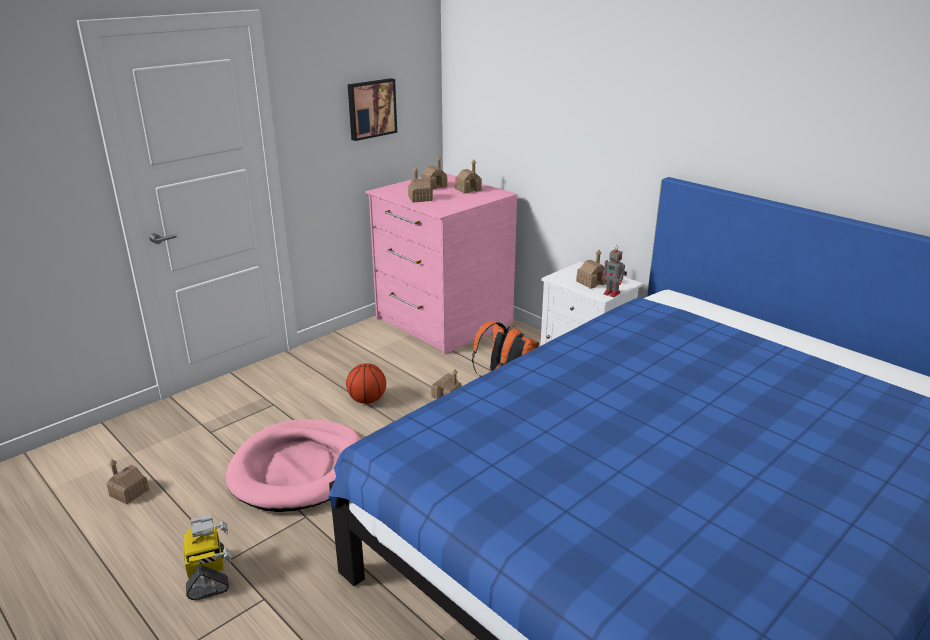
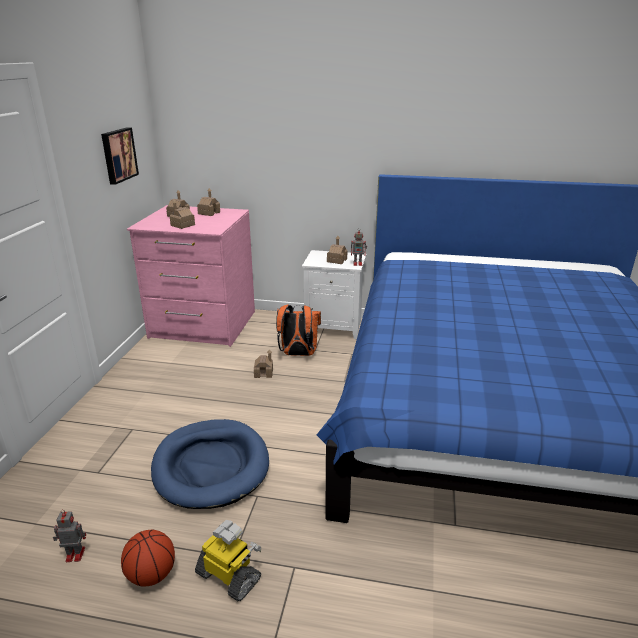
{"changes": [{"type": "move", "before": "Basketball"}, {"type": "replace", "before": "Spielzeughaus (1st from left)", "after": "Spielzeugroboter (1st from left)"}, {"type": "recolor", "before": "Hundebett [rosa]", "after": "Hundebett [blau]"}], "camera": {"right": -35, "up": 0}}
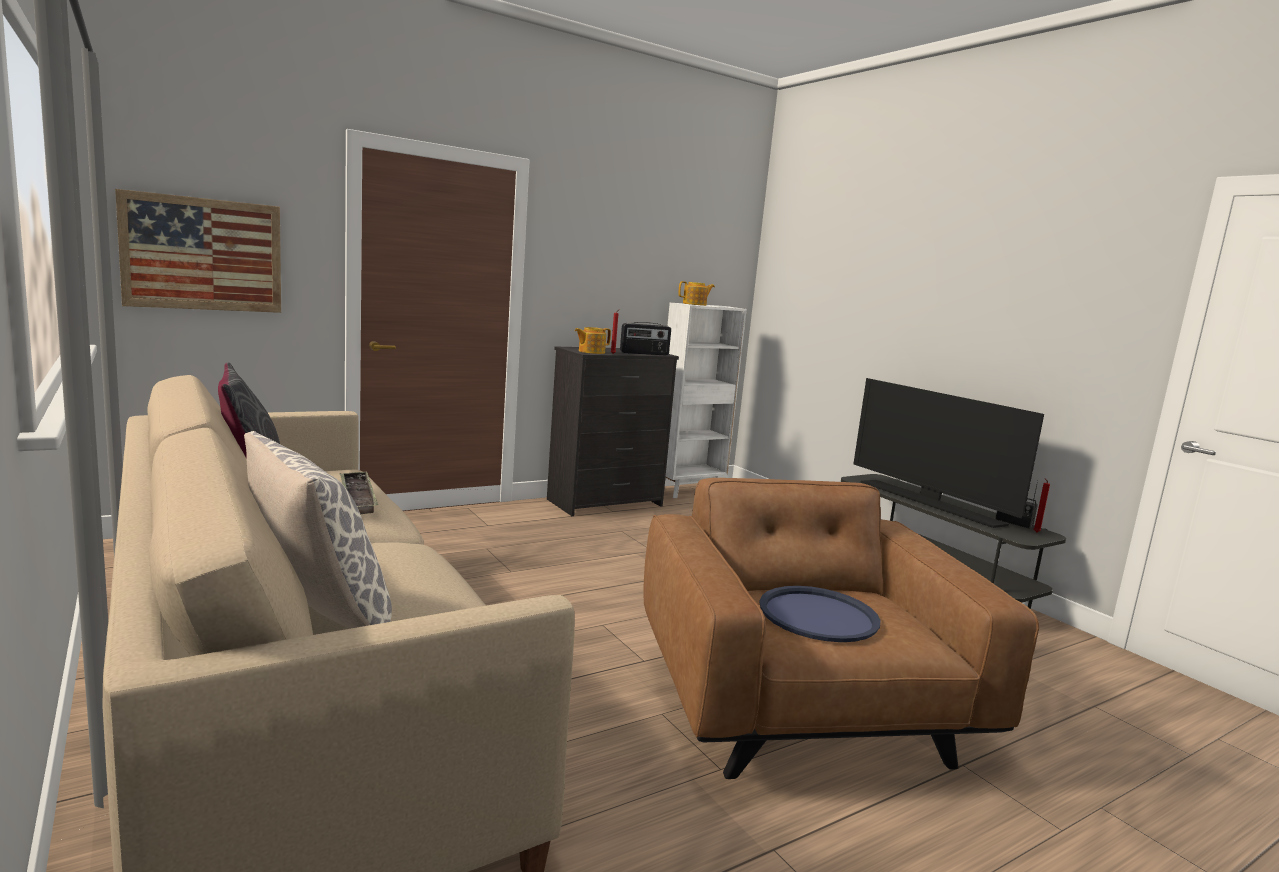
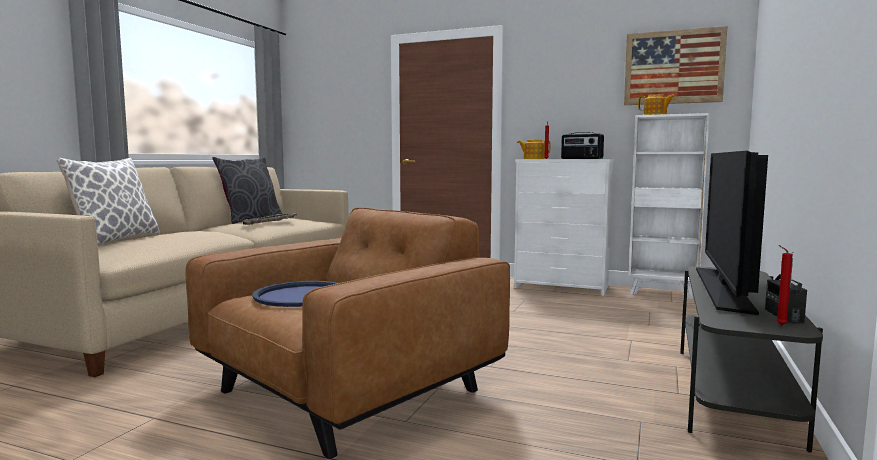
{"changes": [{"type": "move", "before": "Bild"}, {"type": "recolor", "before": "Kommode [schwarz]", "after": "Kommode [weiß]"}], "camera": {"right": 55, "up": -5}}
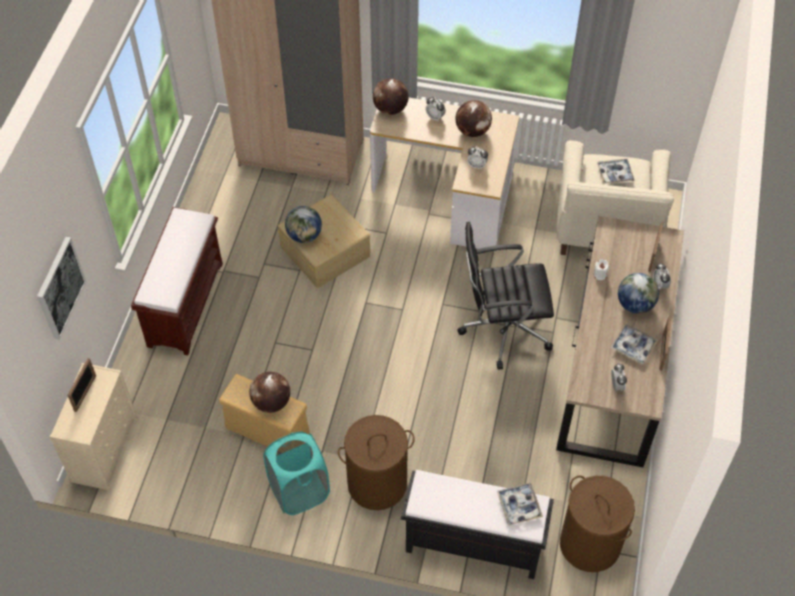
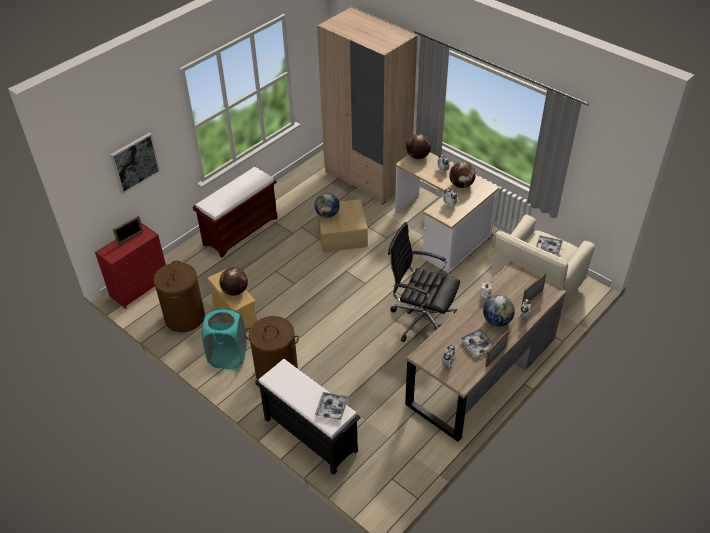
{"changes": [{"type": "move", "before": "Wäschekorb [braun] (2nd from left in the first image)", "after": "Wäschekorb [braun] (1st from left)"}, {"type": "recolor", "before": "Kommode [beige]", "after": "Kommode [rot]"}], "camera": {"right": 30, "up": -10}}
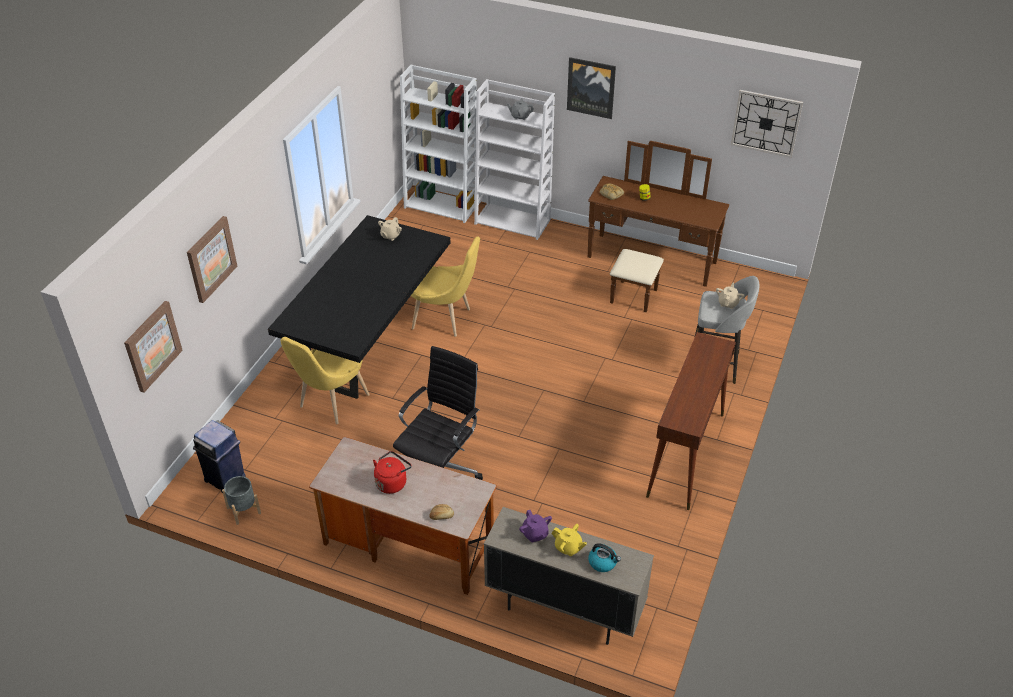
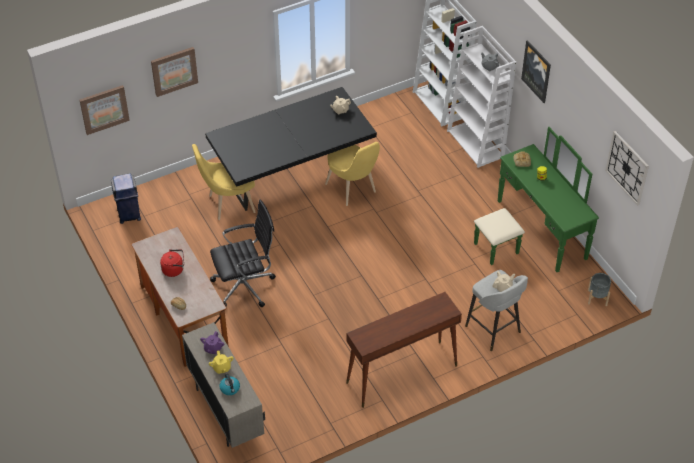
{"changes": [{"type": "move", "before": "Pflanzkübel [grau]"}, {"type": "recolor", "before": "Kommode [braun]", "after": "Kommode [grün]"}], "camera": {"right": 40, "up": 5}}
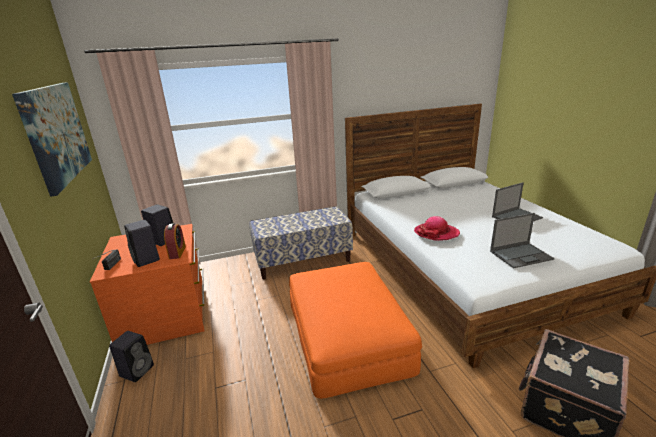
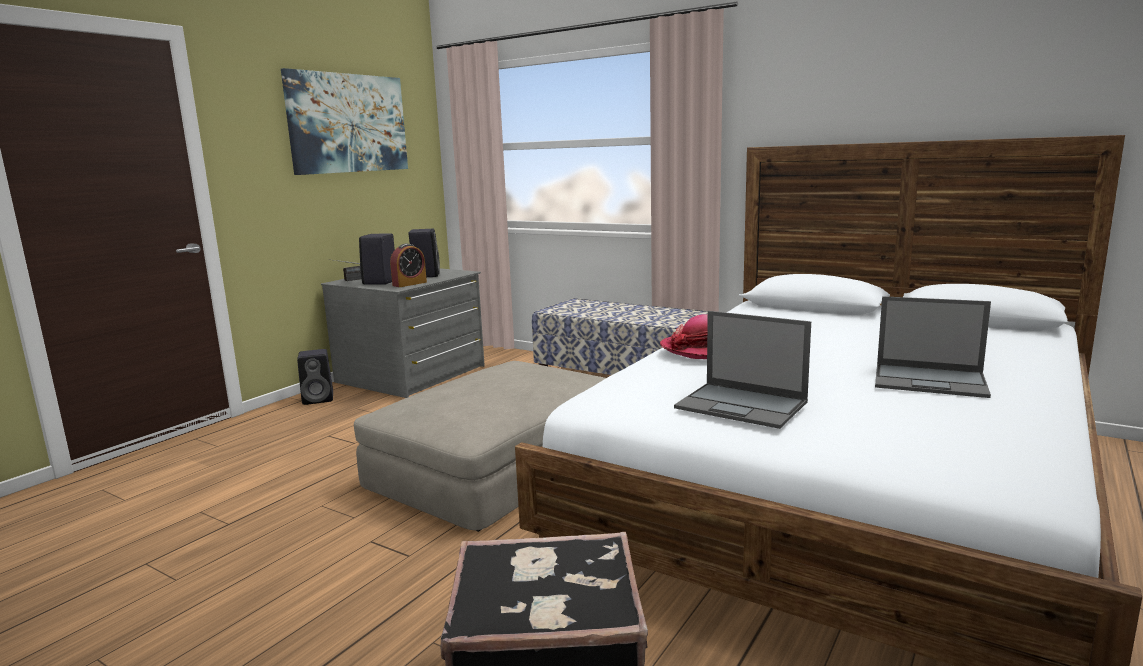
{"changes": [{"type": "recolor", "before": "Kommode [orange]", "after": "Kommode [grau]"}, {"type": "recolor", "before": "Polsterhocker [orange]", "after": "Polsterhocker [beige]"}], "camera": {"right": 50, "up": -10}}
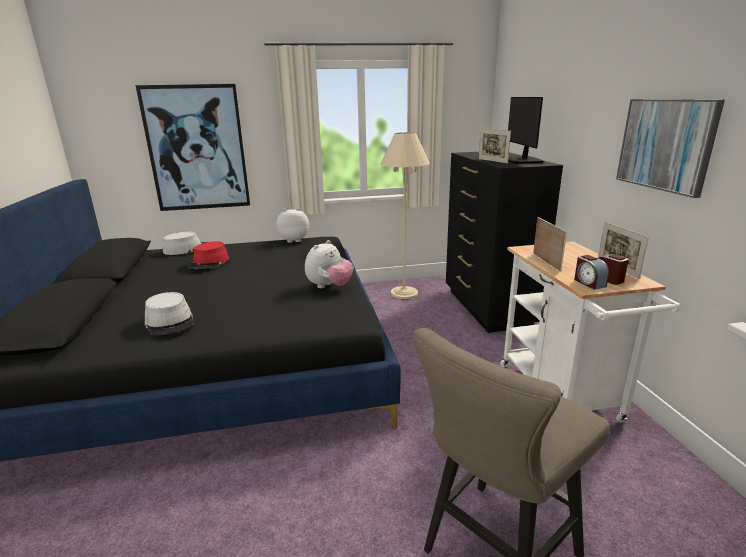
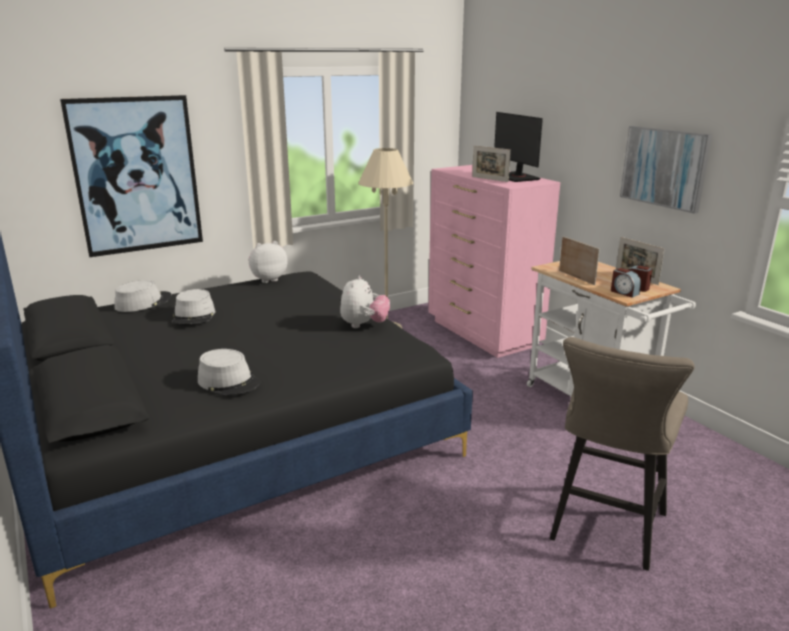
{"changes": [{"type": "recolor", "before": "Hut [rot]", "after": "Hut [grau] (2nd from left)"}, {"type": "recolor", "before": "Kommode [schwarz]", "after": "Kommode [rosa]"}], "camera": {"right": -20, "up": 0}}
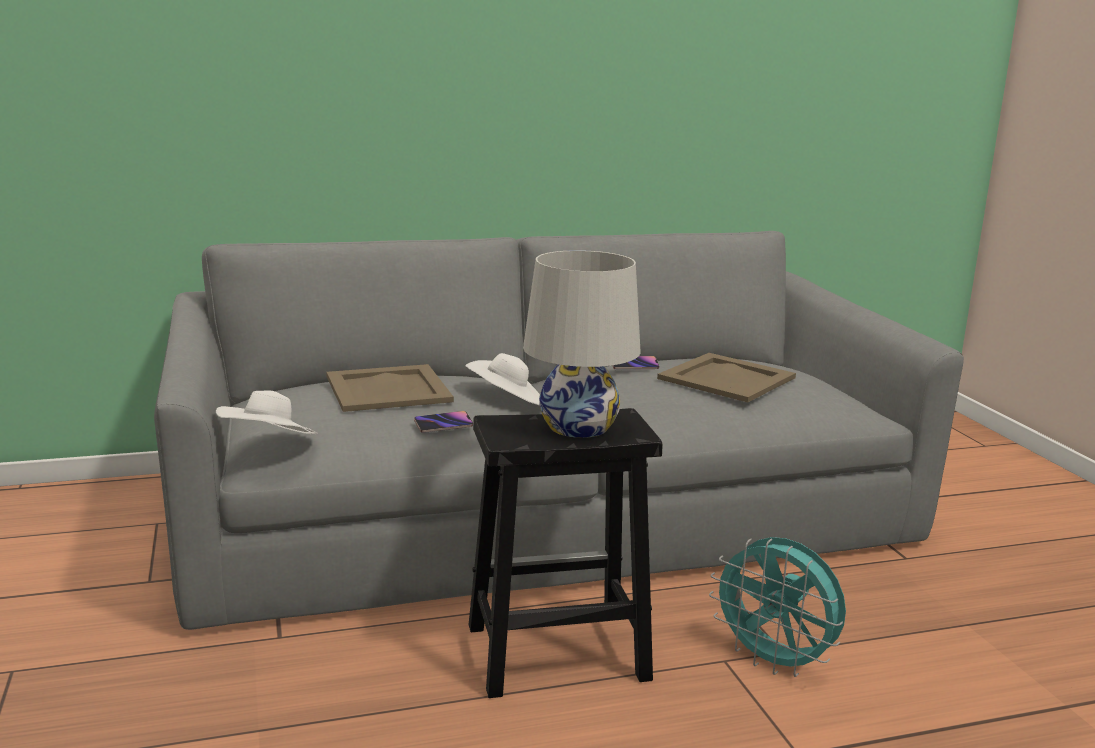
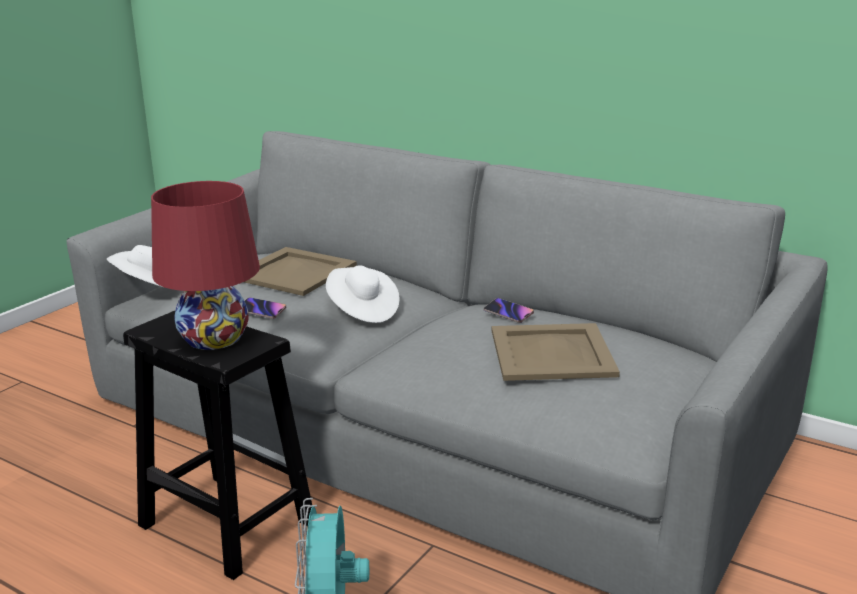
{"changes": [{"type": "recolor", "before": "Tischlampe [weiß]", "after": "Tischlampe [rot]"}], "camera": {"right": 50, "up": 5}}
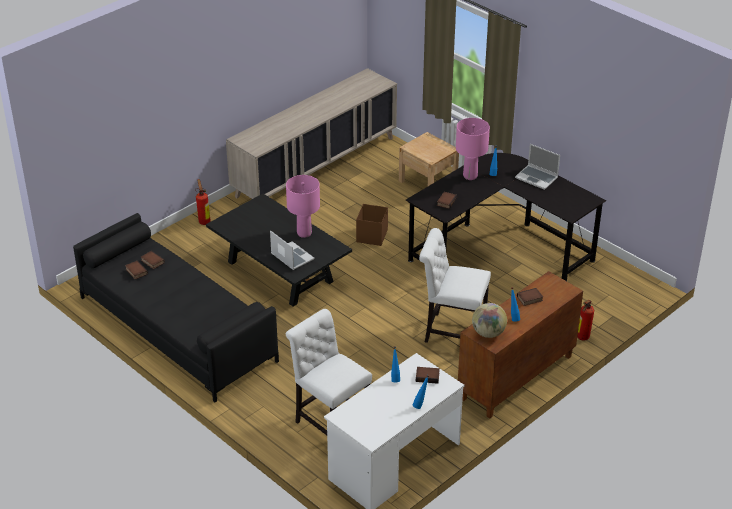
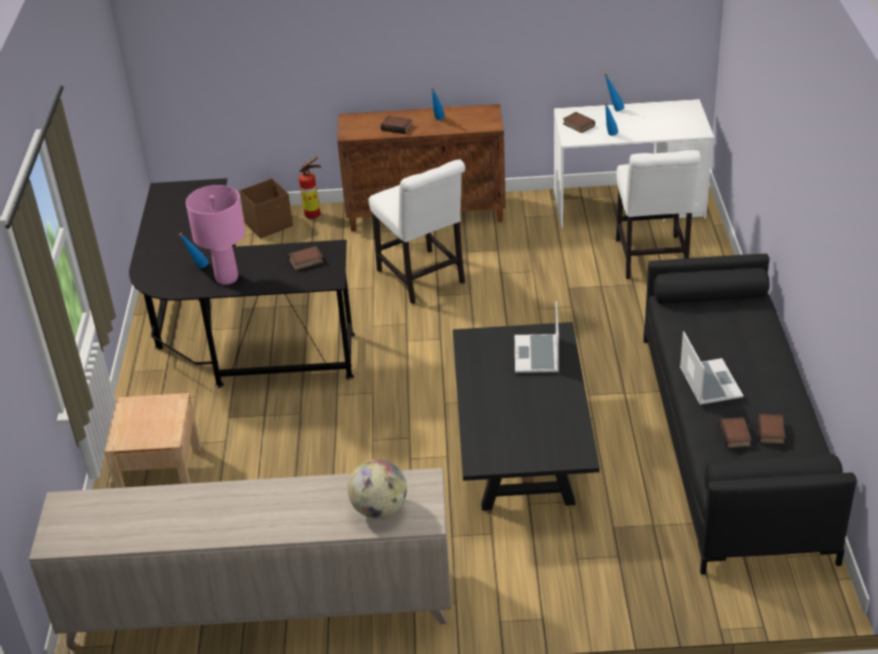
{"changes": [{"type": "delete", "before": "Feuerlöscher (1st from left)"}, {"type": "delete", "before": "Tischlampe [rosa] (1st from left)"}, {"type": "move", "before": "Aufbewahrungsbox [braun]"}, {"type": "move", "before": "Globus"}, {"type": "move", "before": "Laptop (2nd from left)"}], "camera": {"right": -135, "up": 0}}
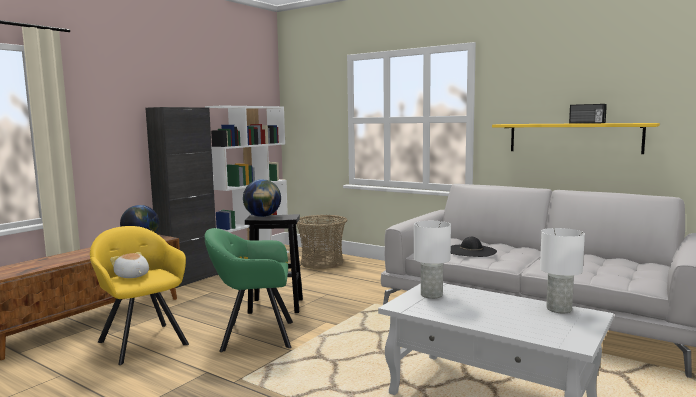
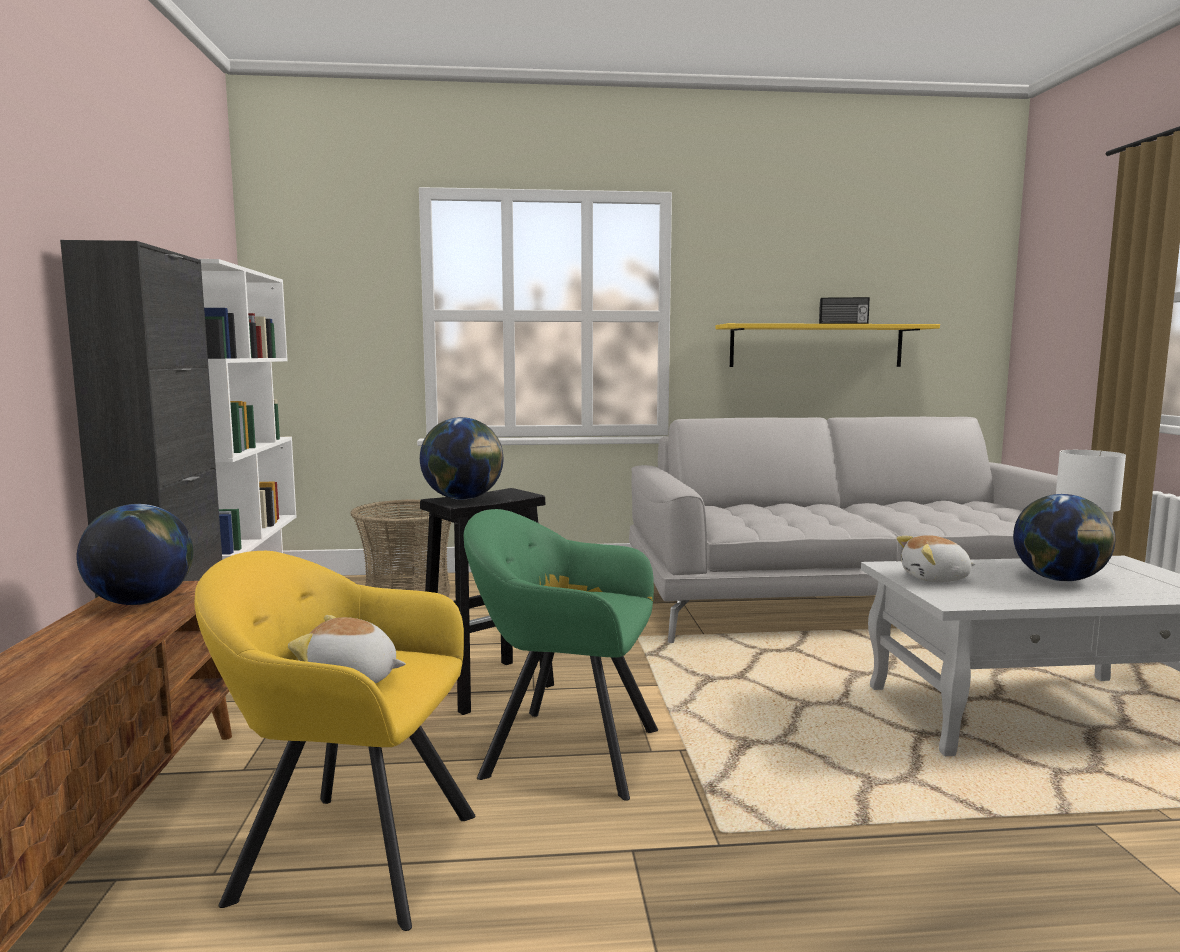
{"changes": [{"type": "delete", "before": "Hut [schwarz]"}, {"type": "insert", "after": "Globus (3rd from left)"}, {"type": "replace", "before": "Tischlampe [weiß] (1st from left)", "after": "Plüschtier (2nd from left)"}, {"type": "rotate", "before": "Sessel [grün]", "turn": 60}], "camera": {"right": -40, "up": 0}}
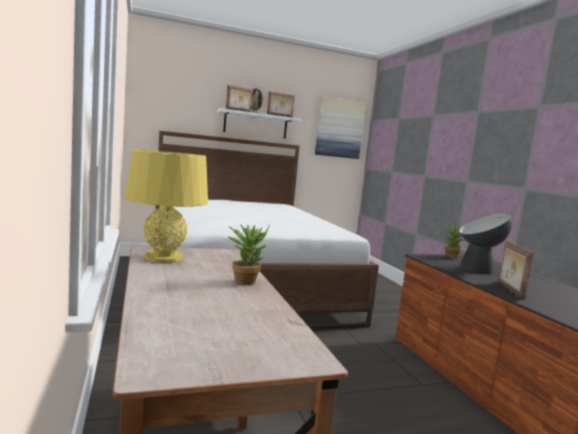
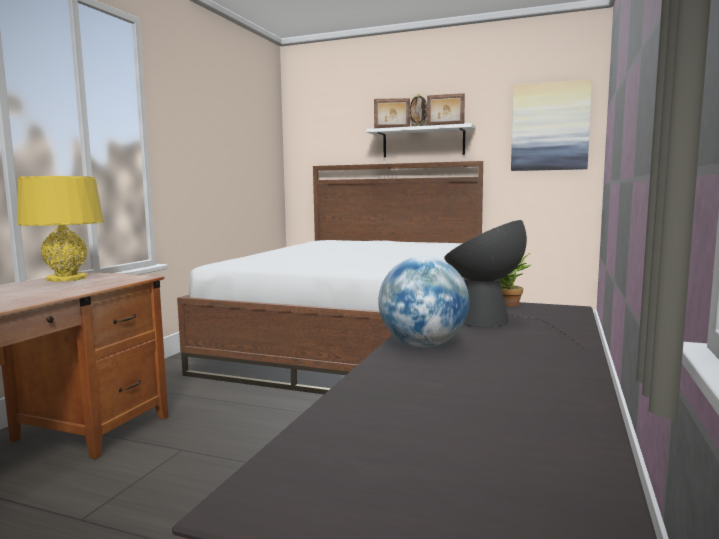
{"changes": [{"type": "delete", "before": "Topfpflanze (1st from left)"}, {"type": "replace", "before": "Bilderrahmen (4th from left)", "after": "Globus"}], "camera": {"right": 40, "up": 0}}
